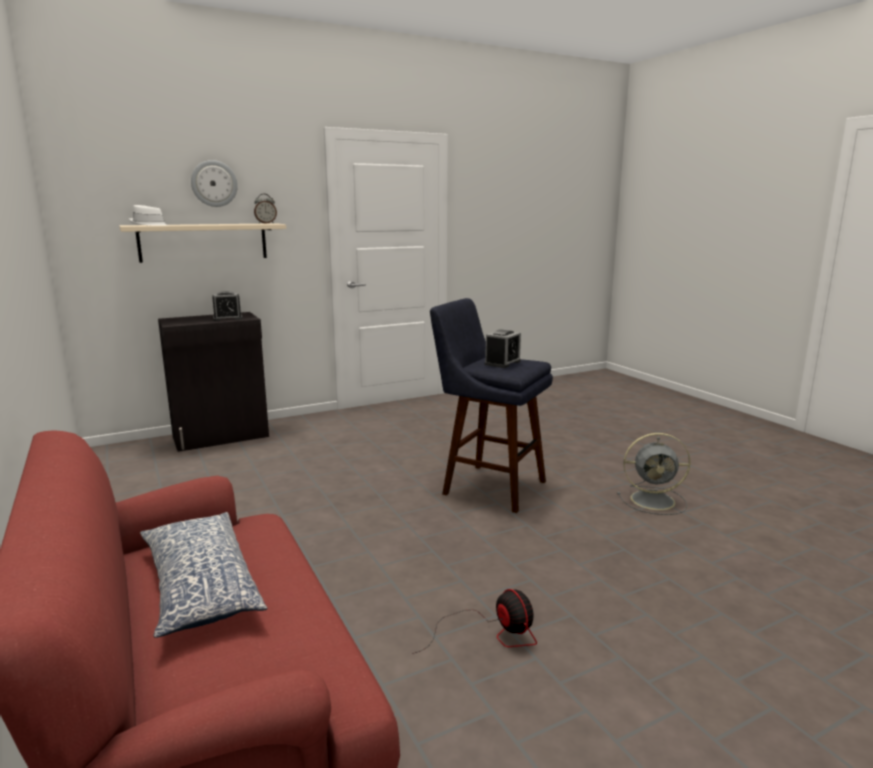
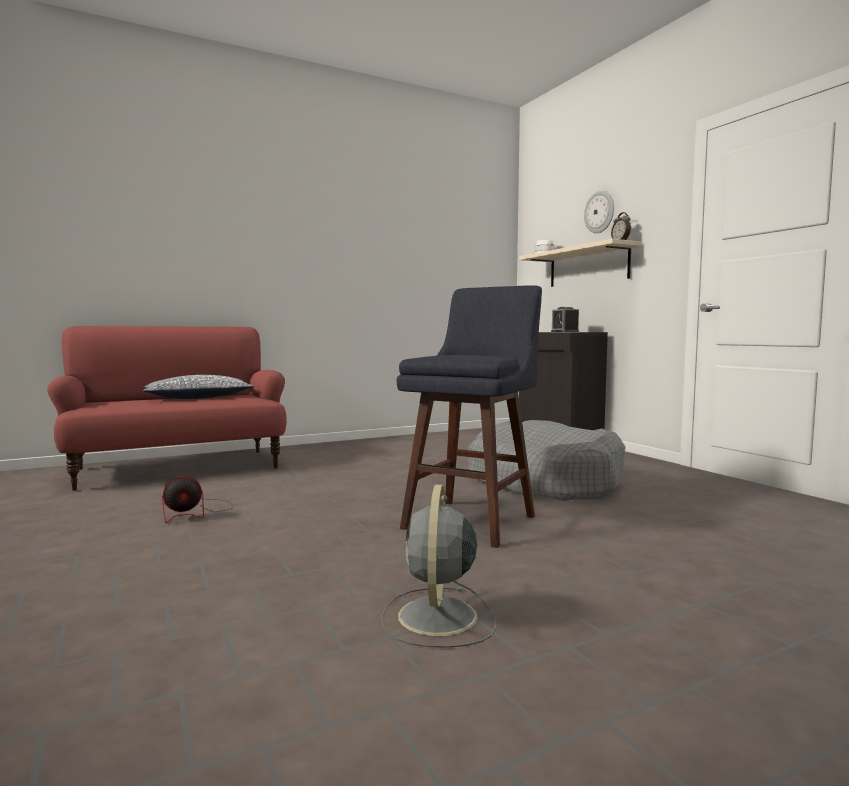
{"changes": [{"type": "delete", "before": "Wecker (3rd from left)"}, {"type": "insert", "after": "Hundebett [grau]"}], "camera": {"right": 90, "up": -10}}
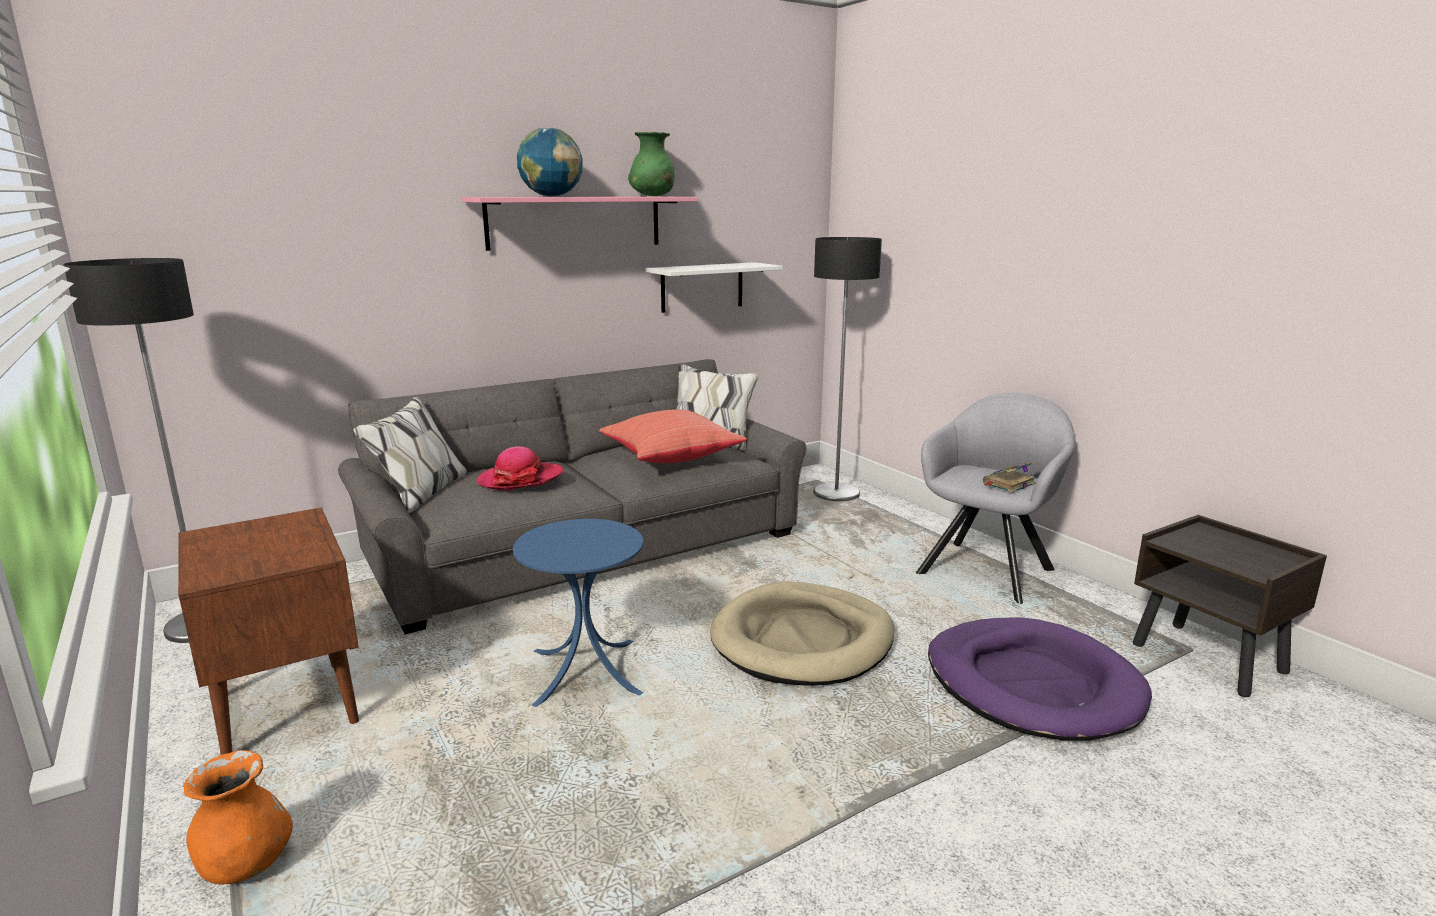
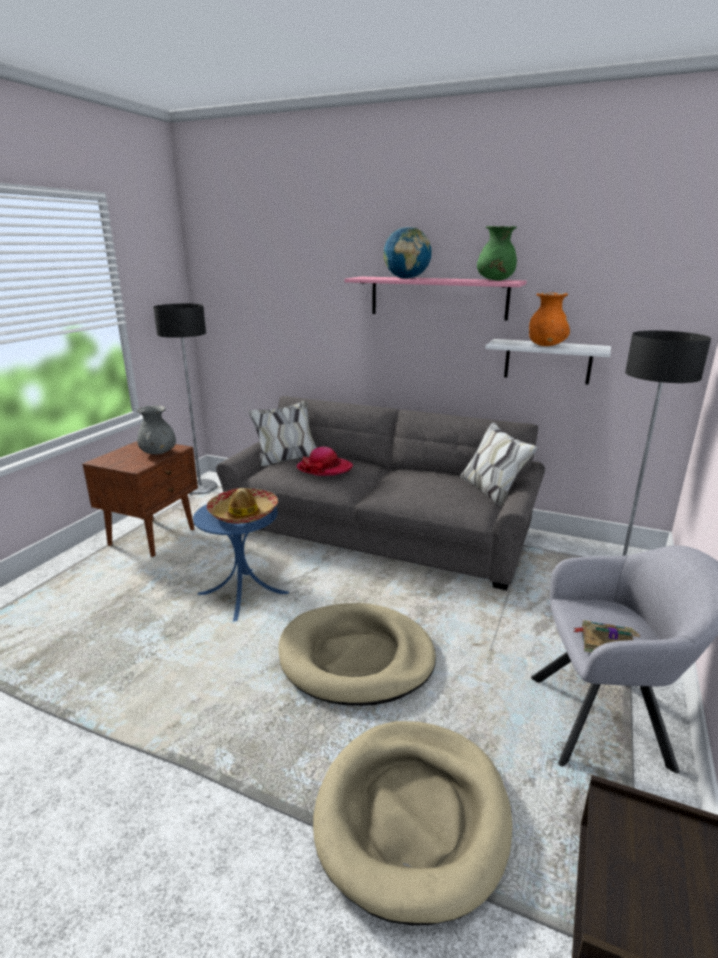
{"changes": [{"type": "delete", "before": "Kissen [rot]"}, {"type": "insert", "after": "Vase [grau]"}, {"type": "insert", "after": "Hut (1st from left)"}, {"type": "move", "before": "Vase [orange]"}, {"type": "recolor", "before": "Hundebett [lila]", "after": "Hundebett [beige] (2nd from left)"}], "camera": {"right": 55, "up": 5}}
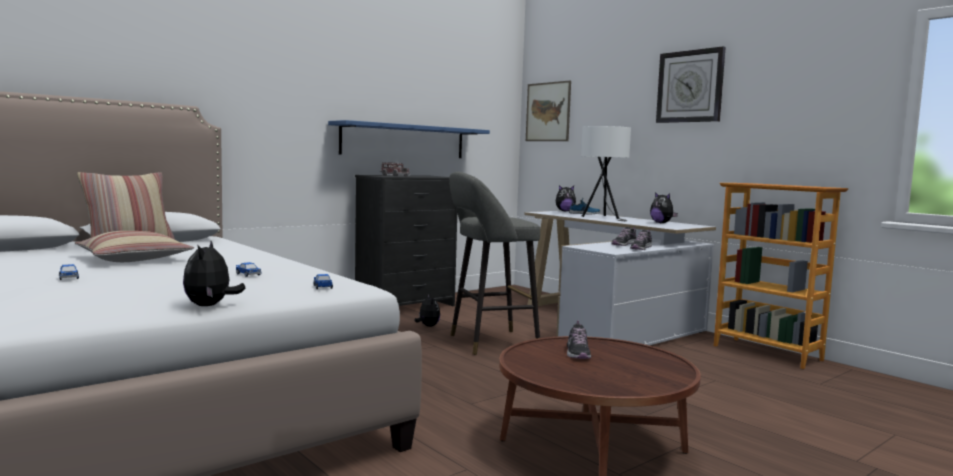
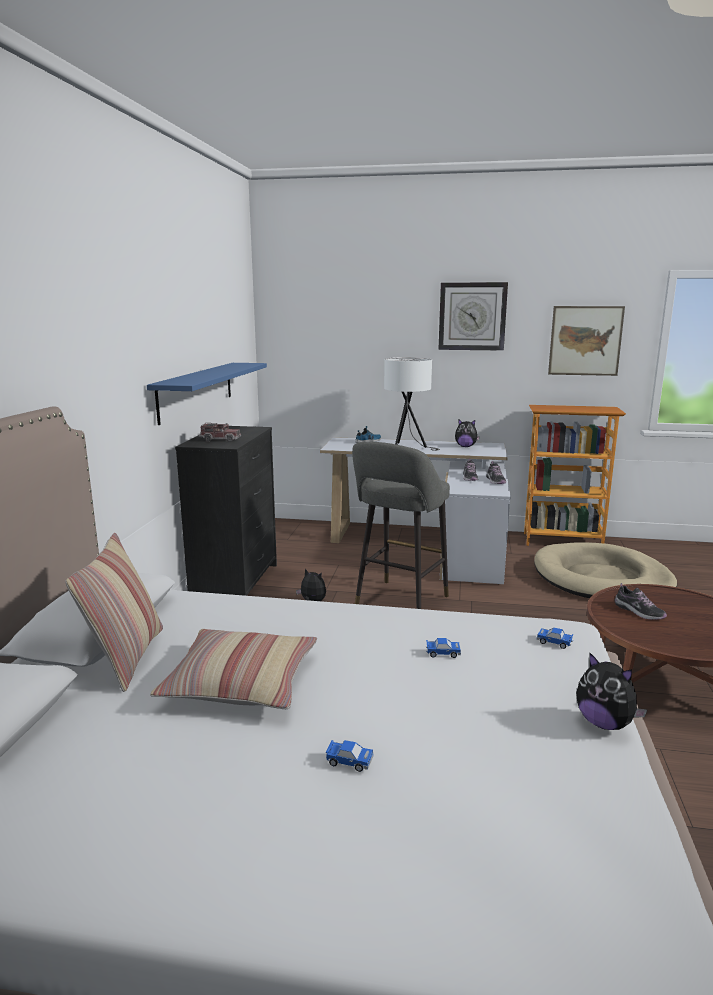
{"changes": [{"type": "delete", "before": "Plüschtier (3rd from left)"}, {"type": "insert", "after": "Hundebett [beige]"}, {"type": "move", "before": "Bild"}], "camera": {"right": -40, "up": 10}}
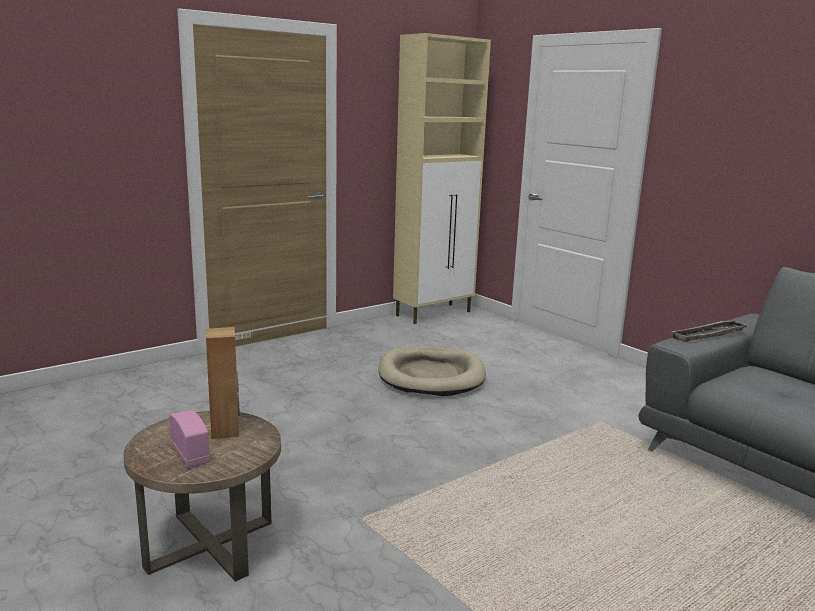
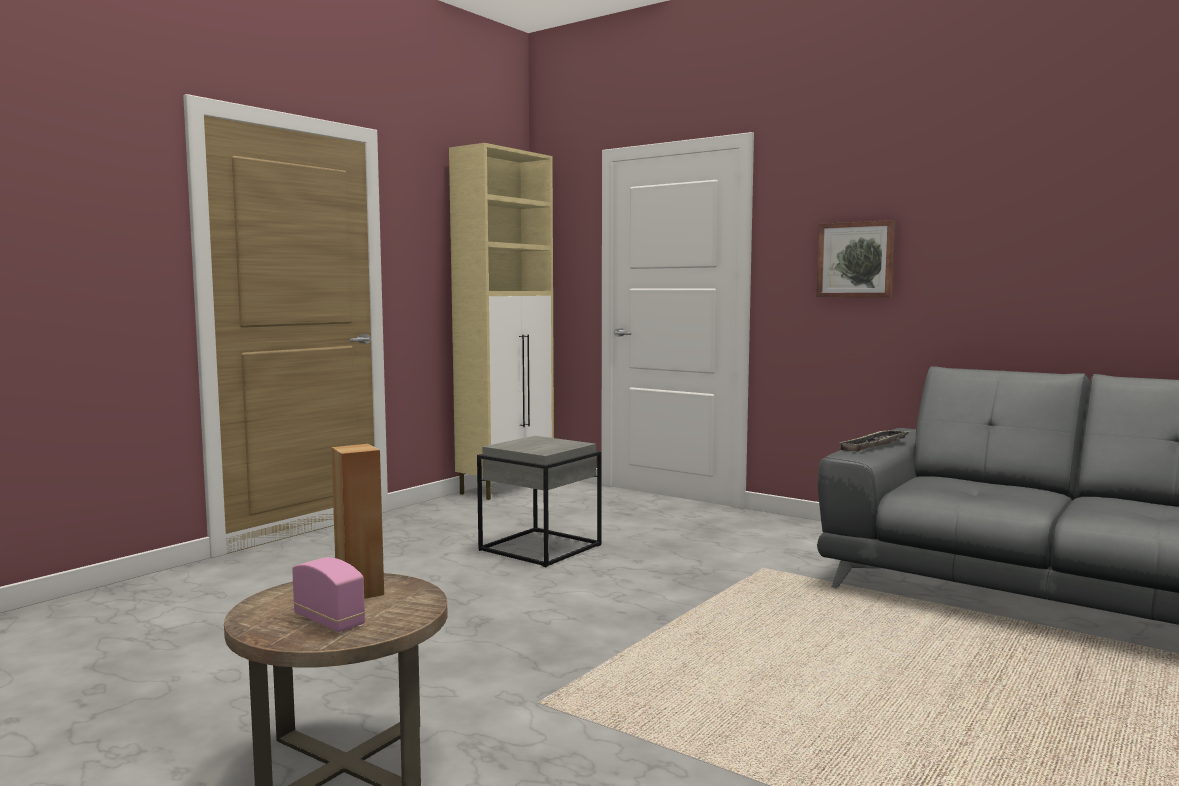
{"changes": [{"type": "insert", "after": "Bild"}, {"type": "replace", "before": "Hundebett [beige]", "after": "Beistelltisch [grau]"}], "camera": {"right": -15, "up": -10}}
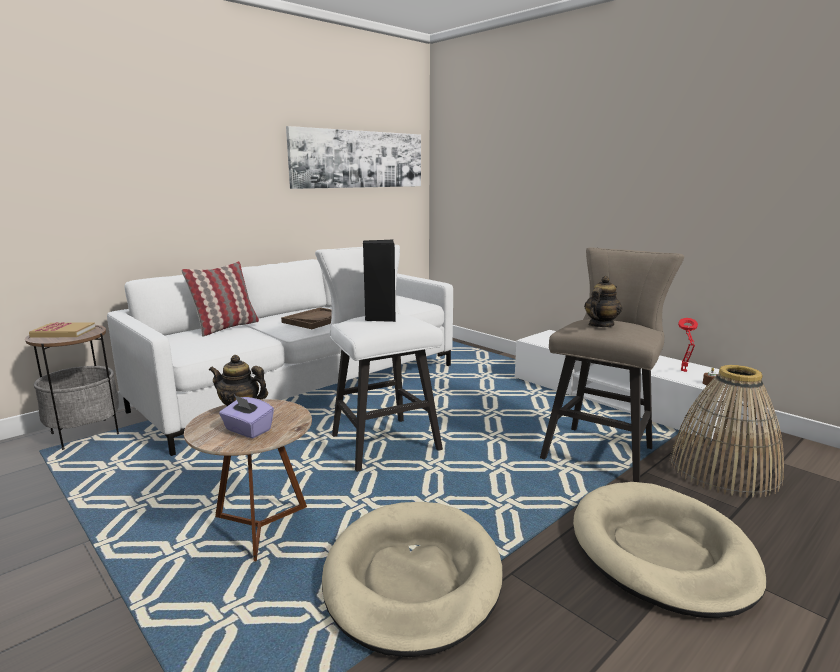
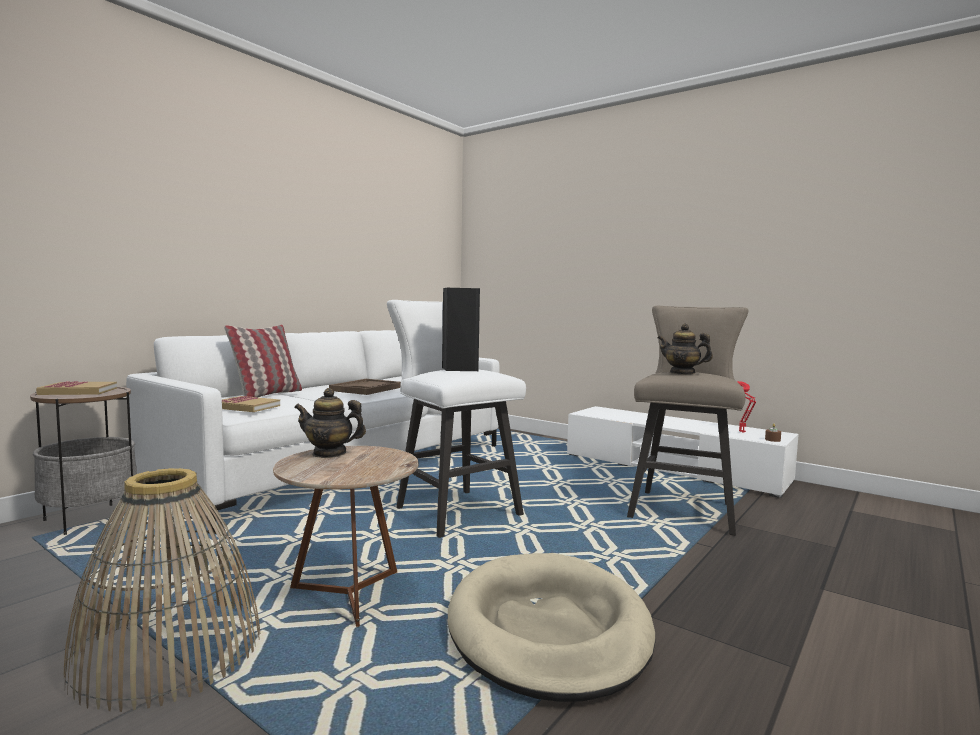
{"changes": [{"type": "delete", "before": "Taschentuchbox [lila]"}, {"type": "delete", "before": "Bild"}, {"type": "delete", "before": "Hundebett [beige] (2nd from left)"}, {"type": "insert", "after": "Buch (2nd from left)"}, {"type": "move", "before": "Korb"}, {"type": "rotate", "before": "Teekanne (2nd from left)", "turn": -90}], "camera": {"right": -10, "up": -10}}
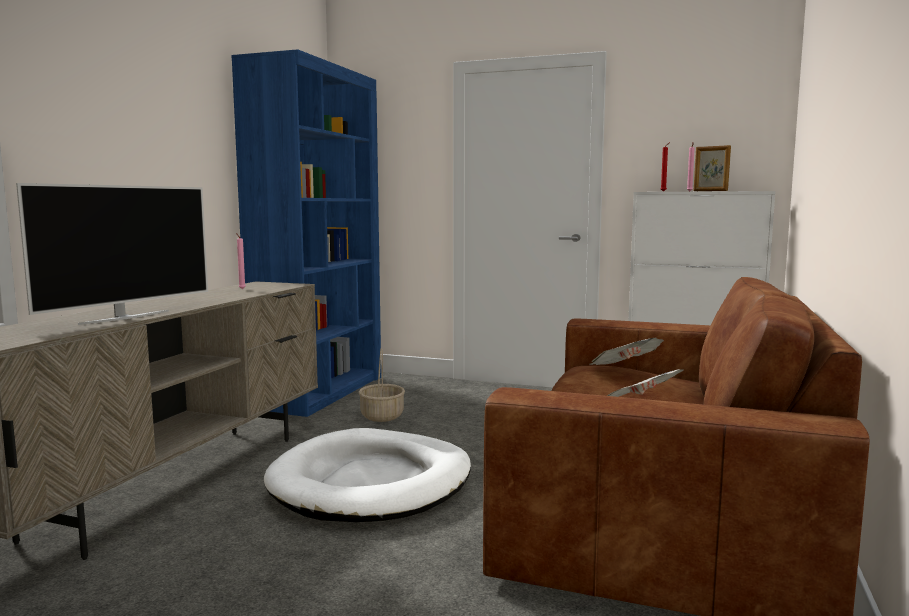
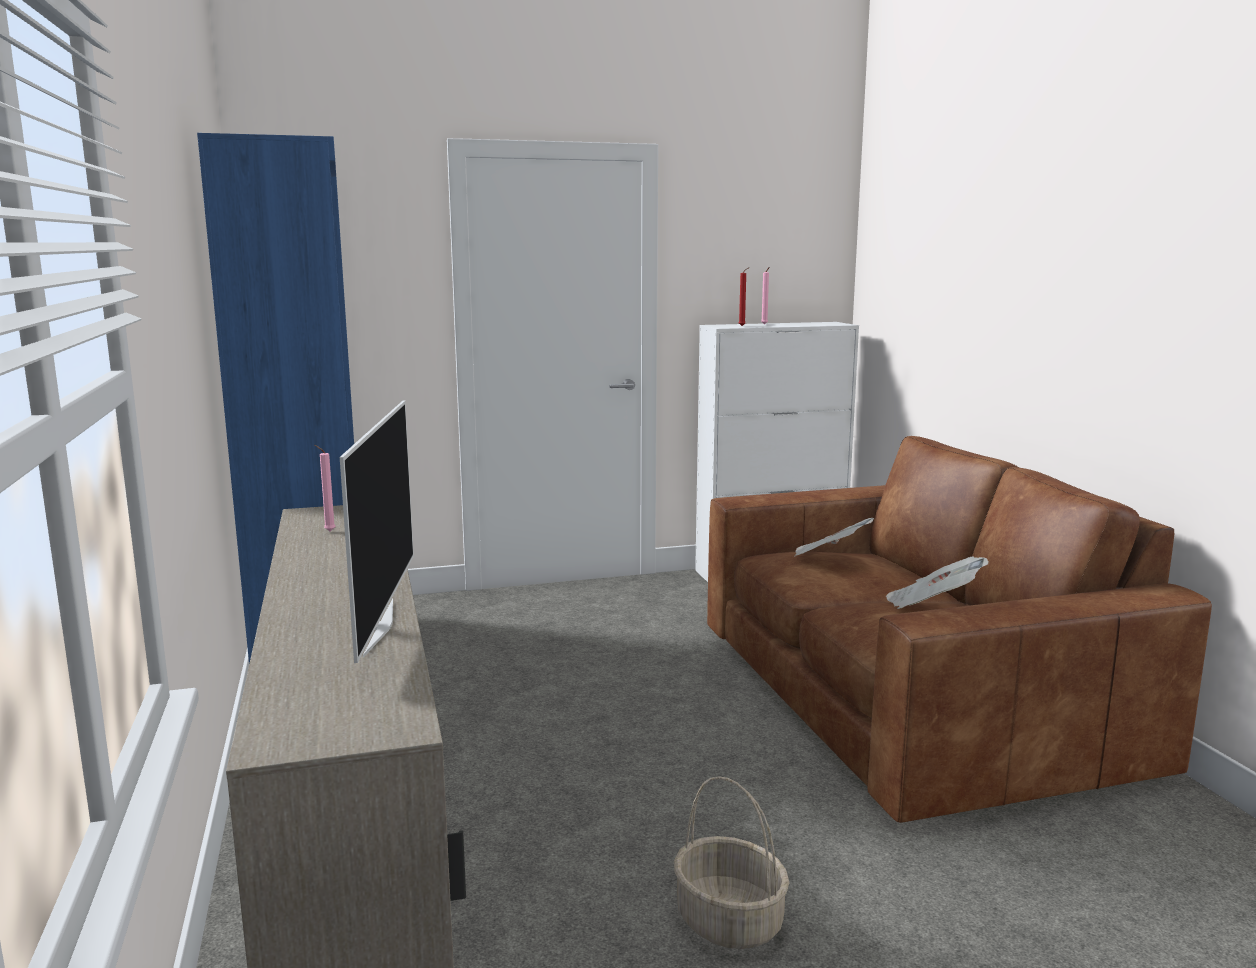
{"changes": [{"type": "delete", "before": "Hundebett [weiß]"}, {"type": "delete", "before": "Bilderrahmen"}, {"type": "move", "before": "Korb"}], "camera": {"right": -35, "up": 5}}
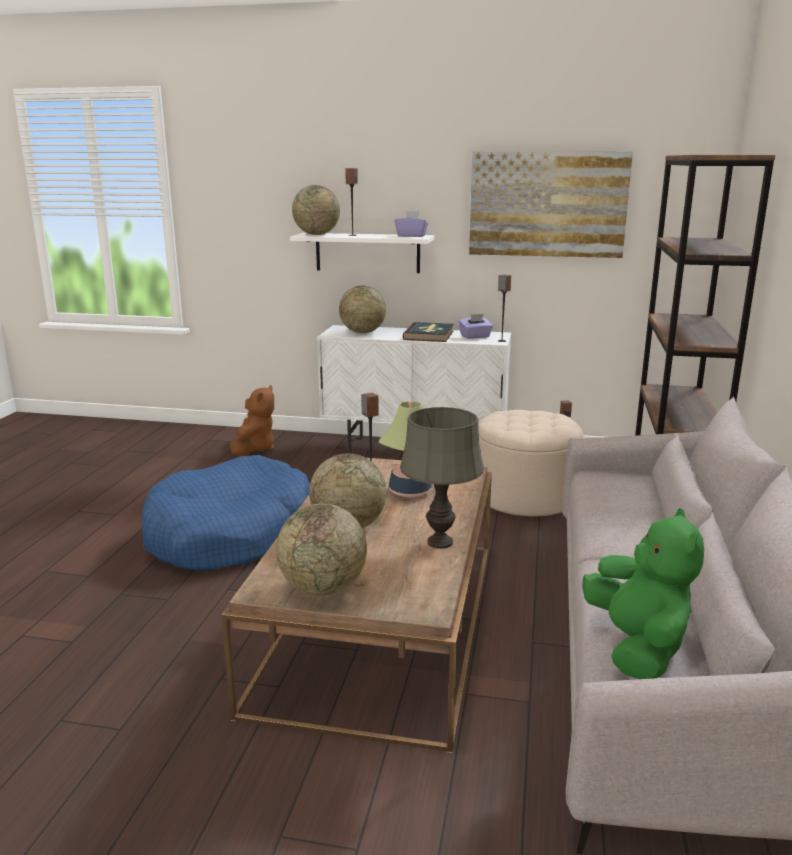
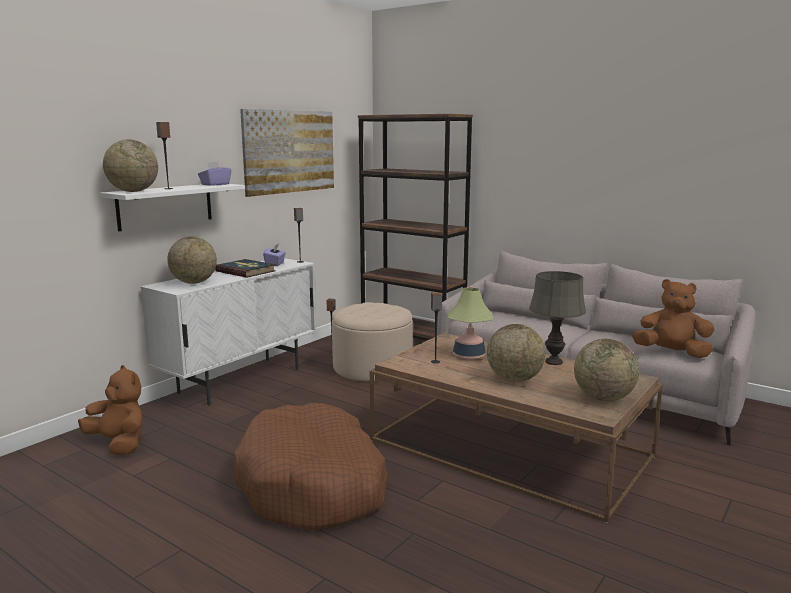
{"changes": [{"type": "recolor", "before": "Hundebett [blau]", "after": "Hundebett [braun]"}, {"type": "recolor", "before": "Plüschtier [grün]", "after": "Plüschtier [braun] (2nd from left)"}], "camera": {"right": -65, "up": -5}}
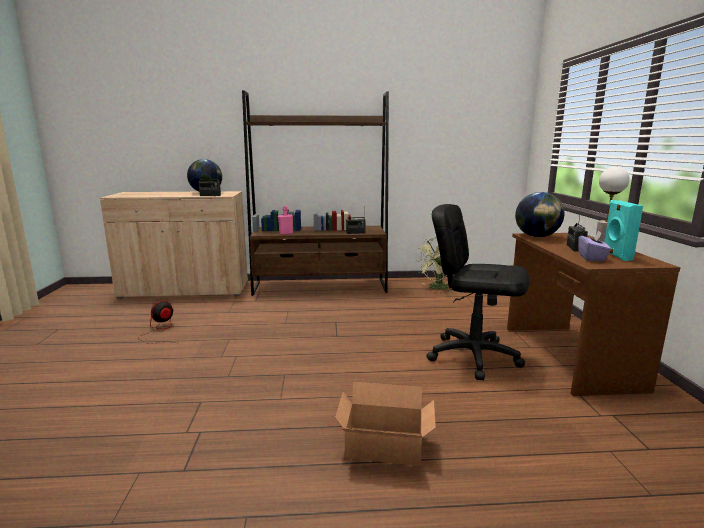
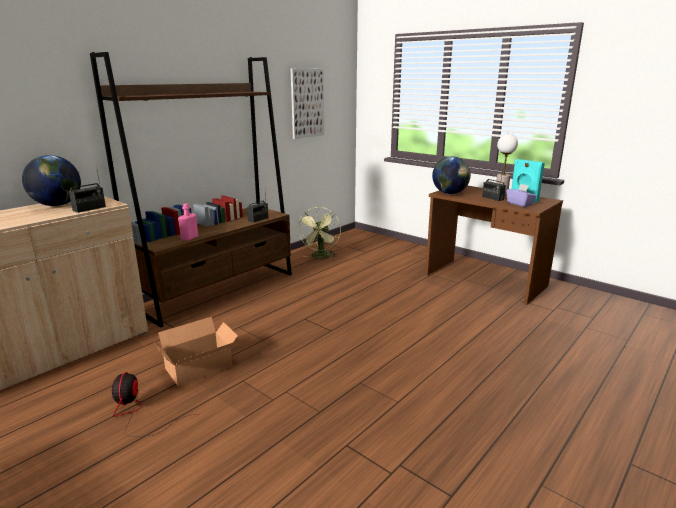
{"changes": [{"type": "delete", "before": "Bürostuhl [schwarz]"}, {"type": "insert", "after": "Bild"}, {"type": "move", "before": "Karton"}], "camera": {"right": -45, "up": 5}}
